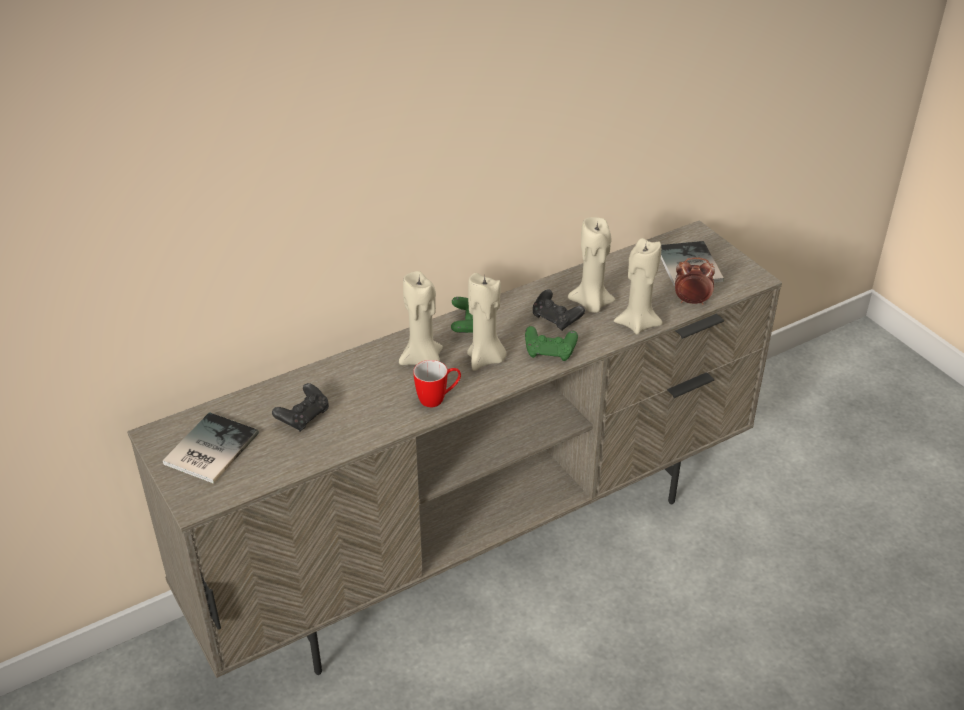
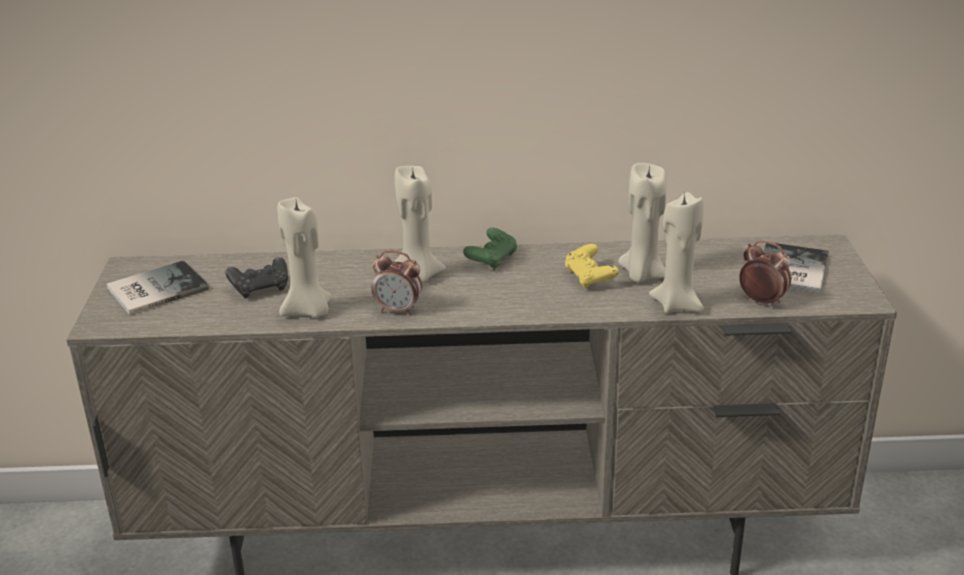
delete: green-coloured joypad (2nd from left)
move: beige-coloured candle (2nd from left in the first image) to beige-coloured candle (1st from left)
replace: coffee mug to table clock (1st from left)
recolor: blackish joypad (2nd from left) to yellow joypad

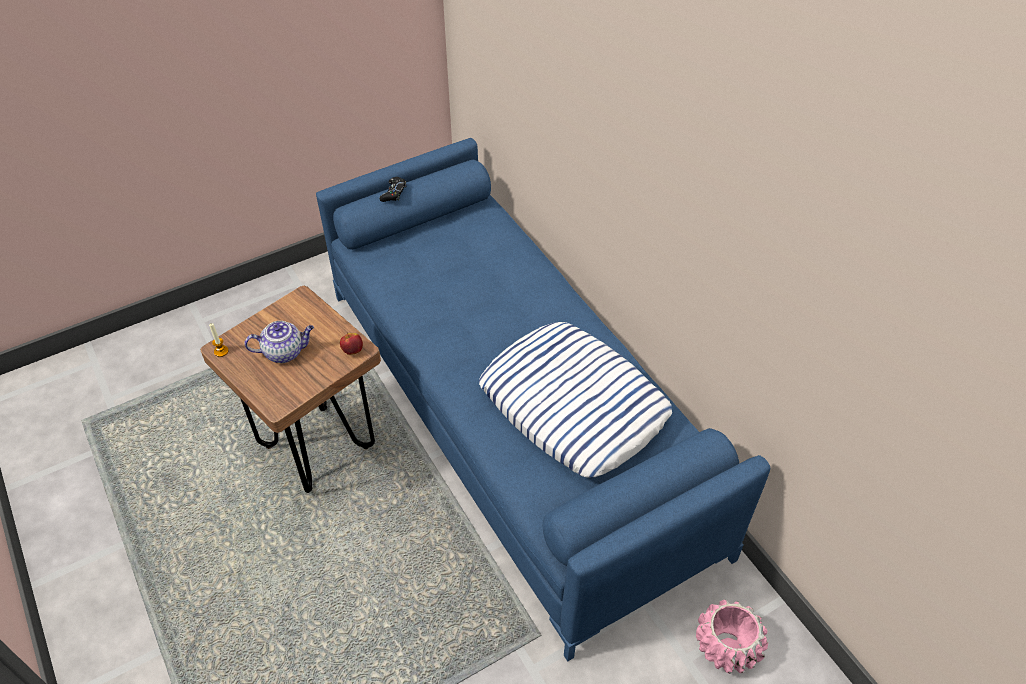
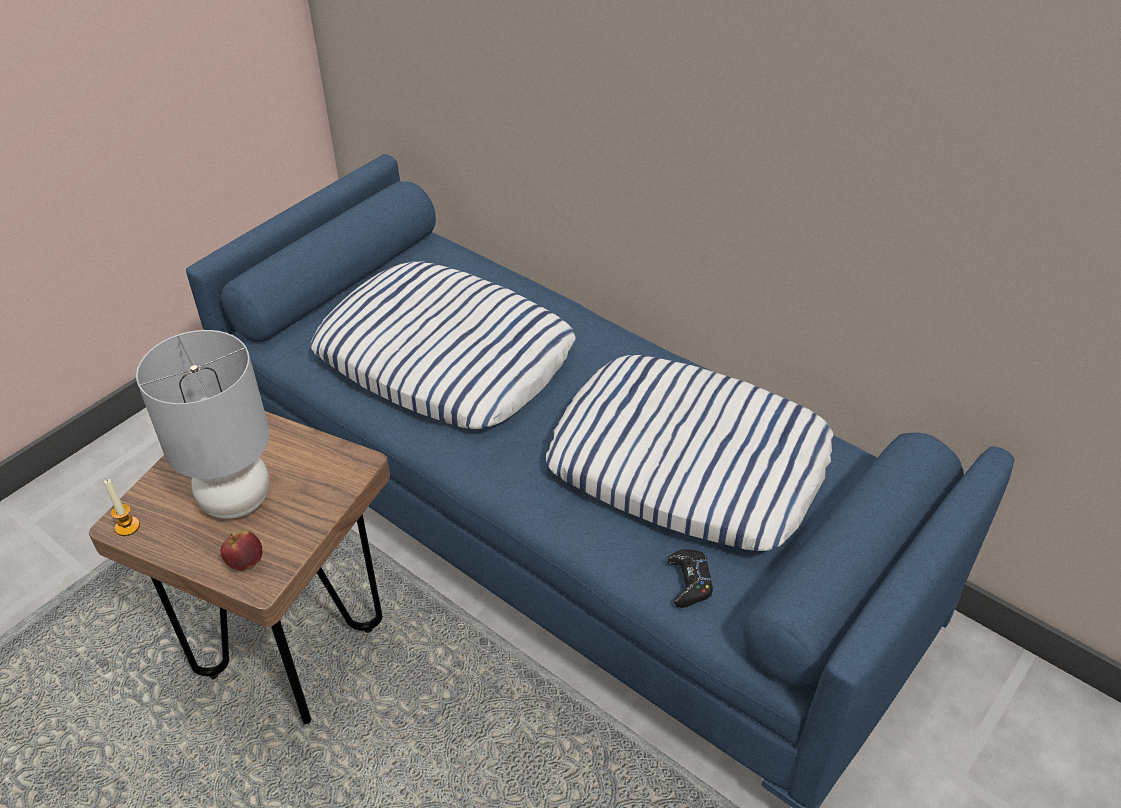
delete: pink-coloured planter
insert: cushion (1st from left)
move: blackish joypad; apple fruit
replace: pot for tea to grey lamp for a table

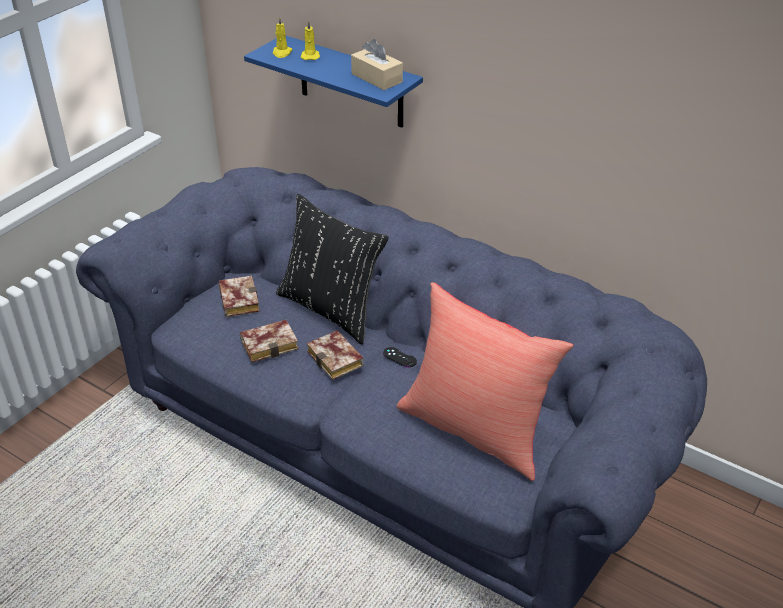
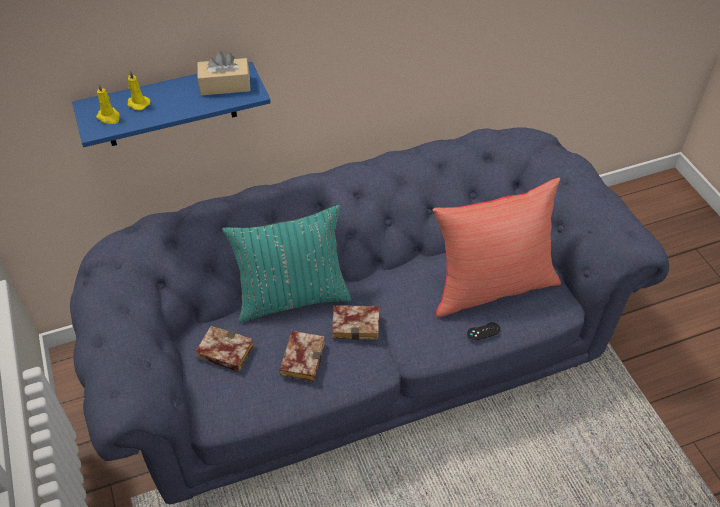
move: blackish joypad
recolor: blackish cushion to turquoise cushion

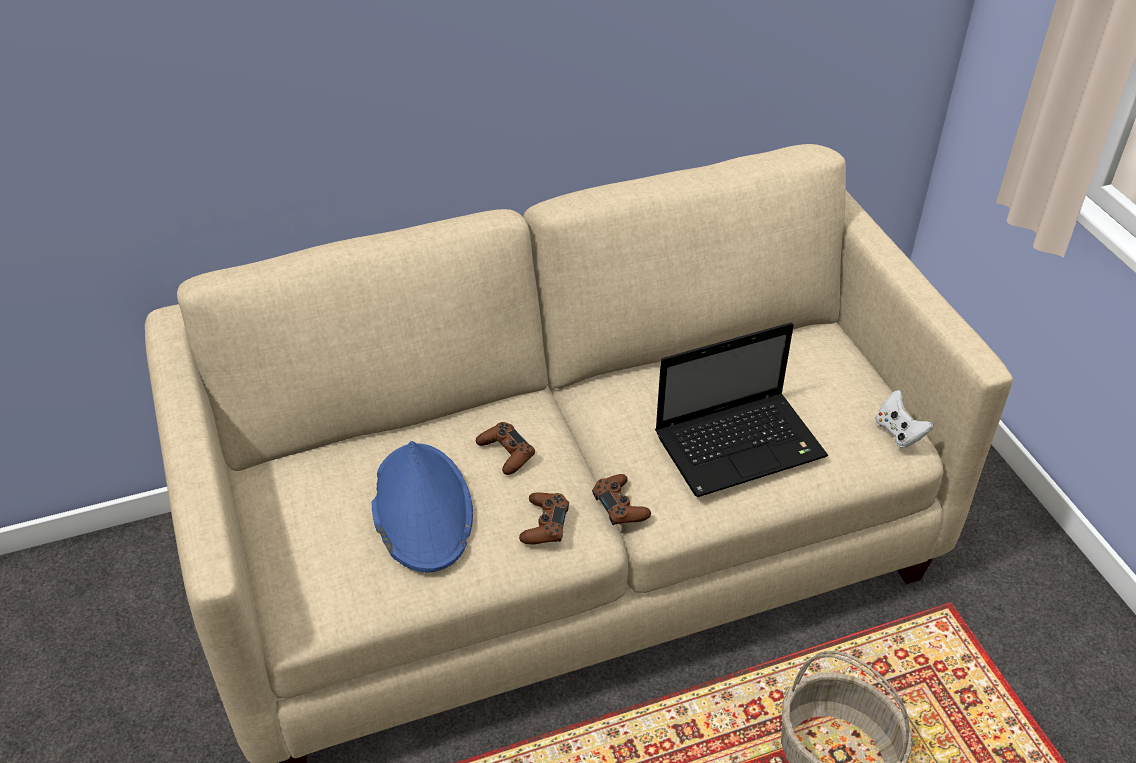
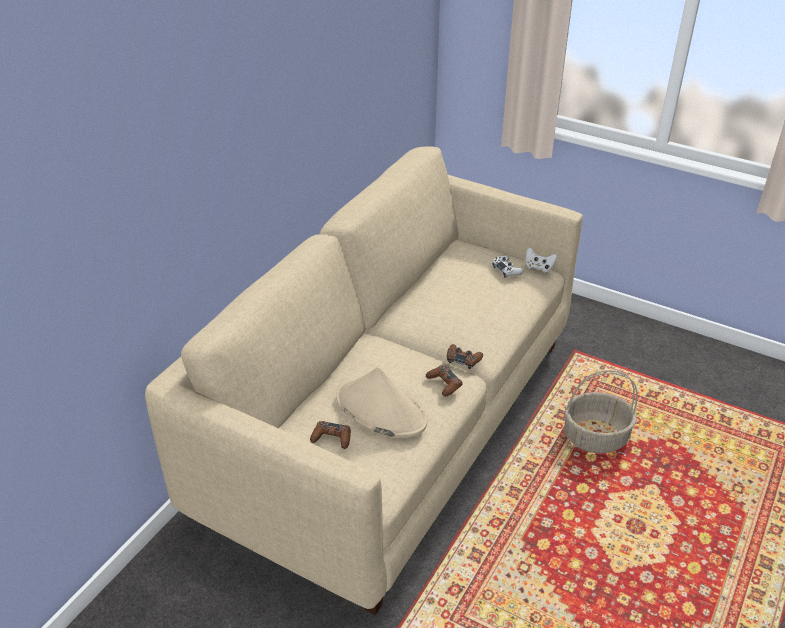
delete: notebook computer
insert: whitish joypad (1st from left)
move: brown-coloured joypad (1st from left)
recolor: bluish hat to beige-coloured hat

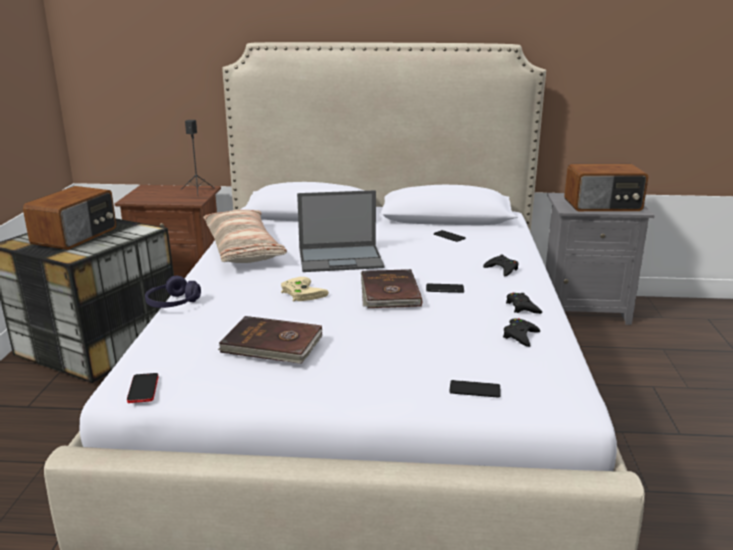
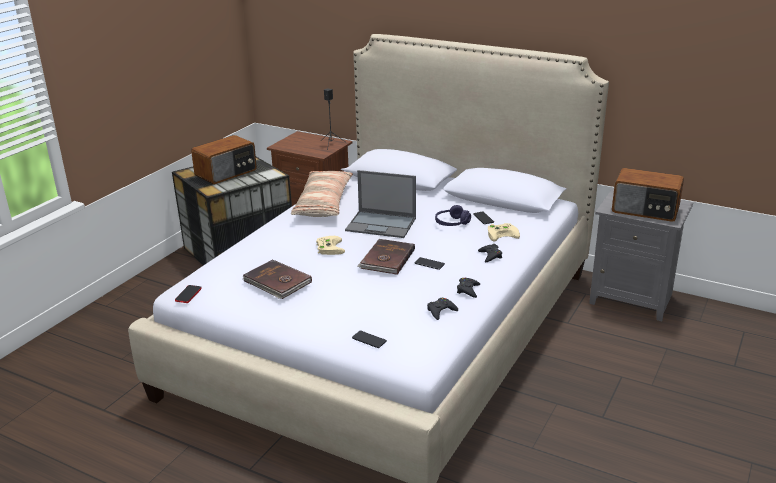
insert: beige-coloured joypad (2nd from left)
move: purple-coloured pair of headphones

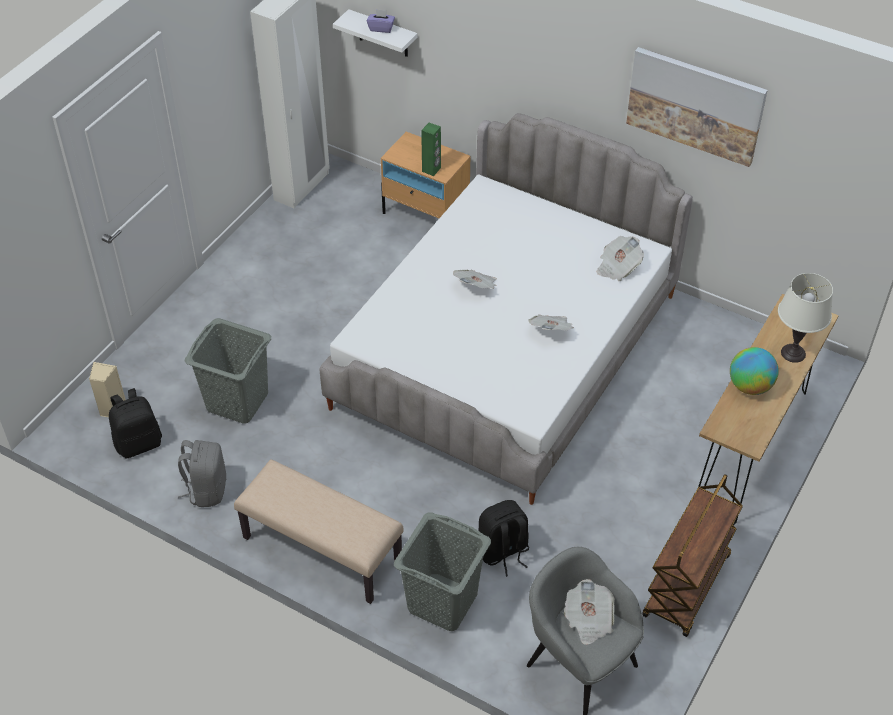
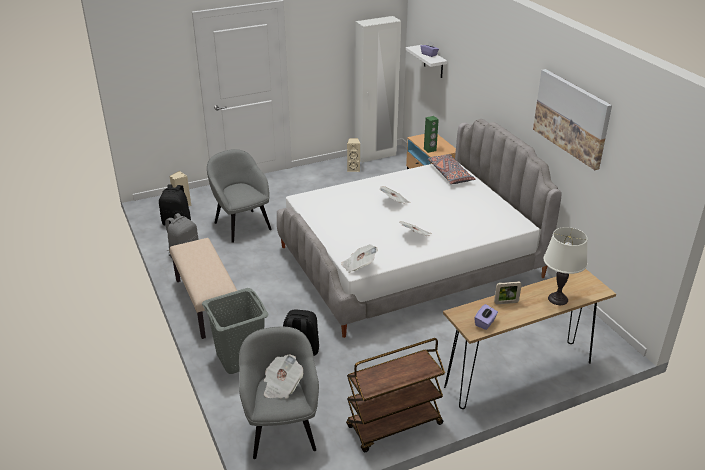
insert: beige-coloured speaker (2nd from left); grey cushion; purple-coloured box of tissues (2nd from left)
move: printed paper (4th from left in the first image) to printed paper (2nd from left)
replace: grey hamper (1st from left) to grey lounge chair (1st from left); world globe to picture frame

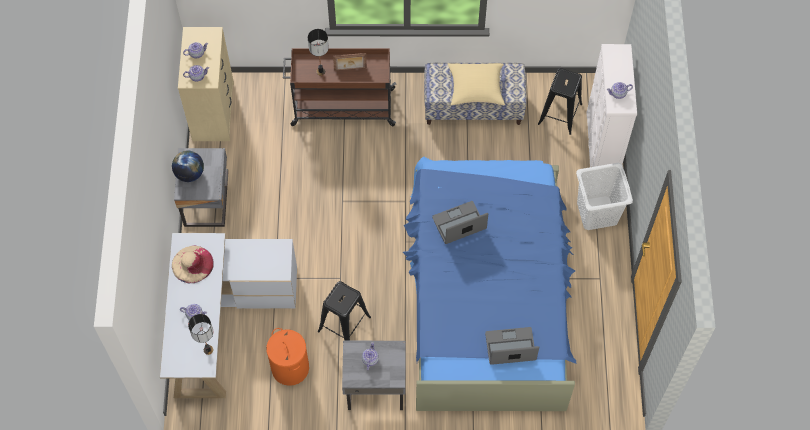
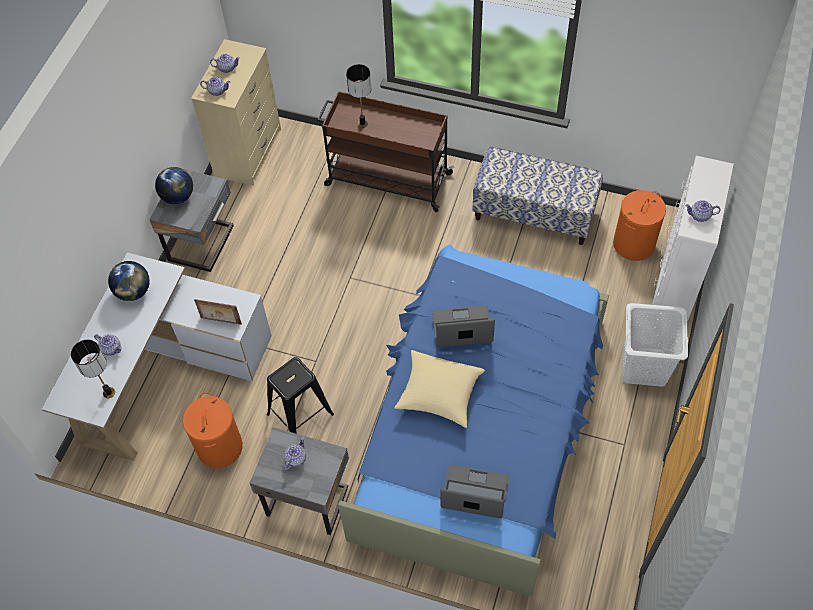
move: picture frame; beige-coloured cushion
replace: blackish sitting stool (2nd from left) to orangey hamper (2nd from left); beige-coloured hat to world globe (1st from left)

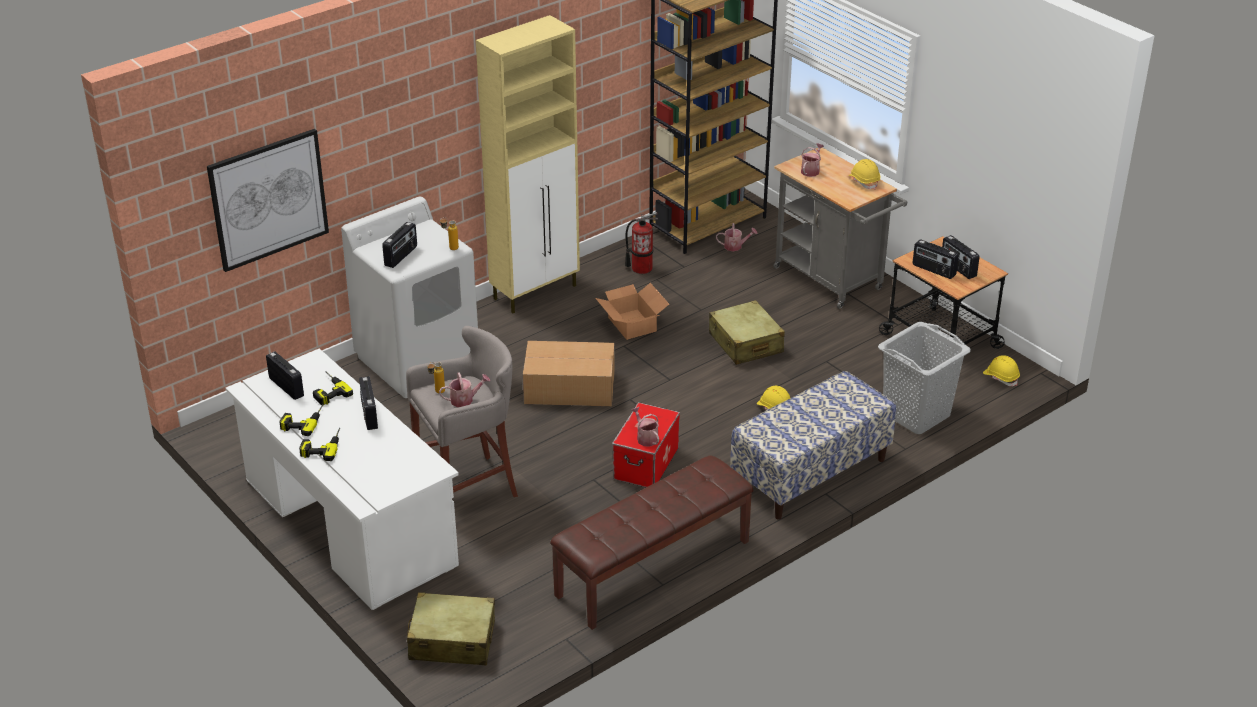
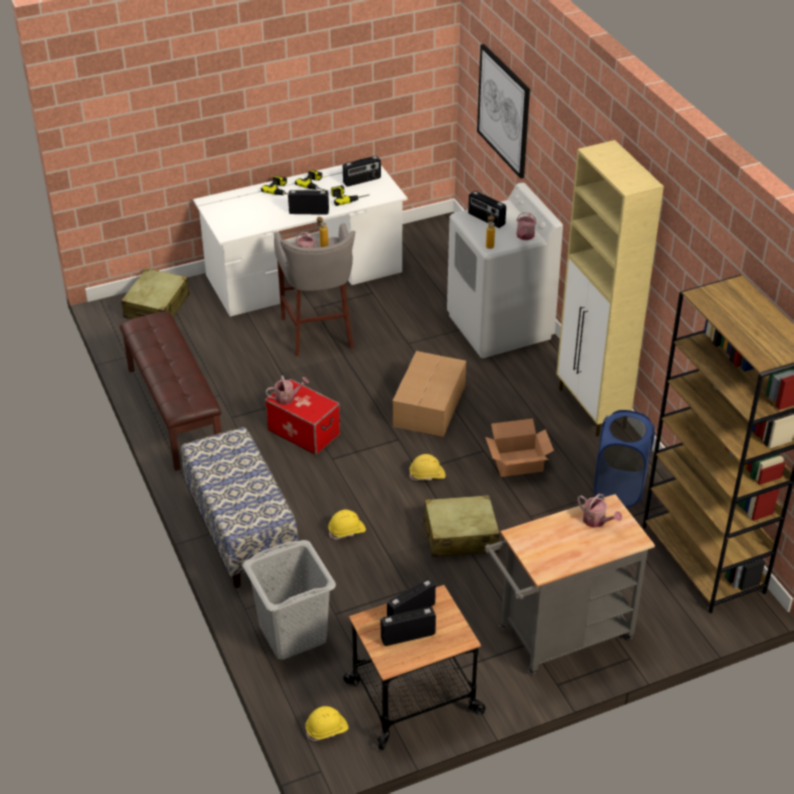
move: yellow work helmet (2nd from left in the first image) to yellow work helmet (3rd from left); watering pot (3rd from left)
replace: fire-fighting cylinder to bluish hamper

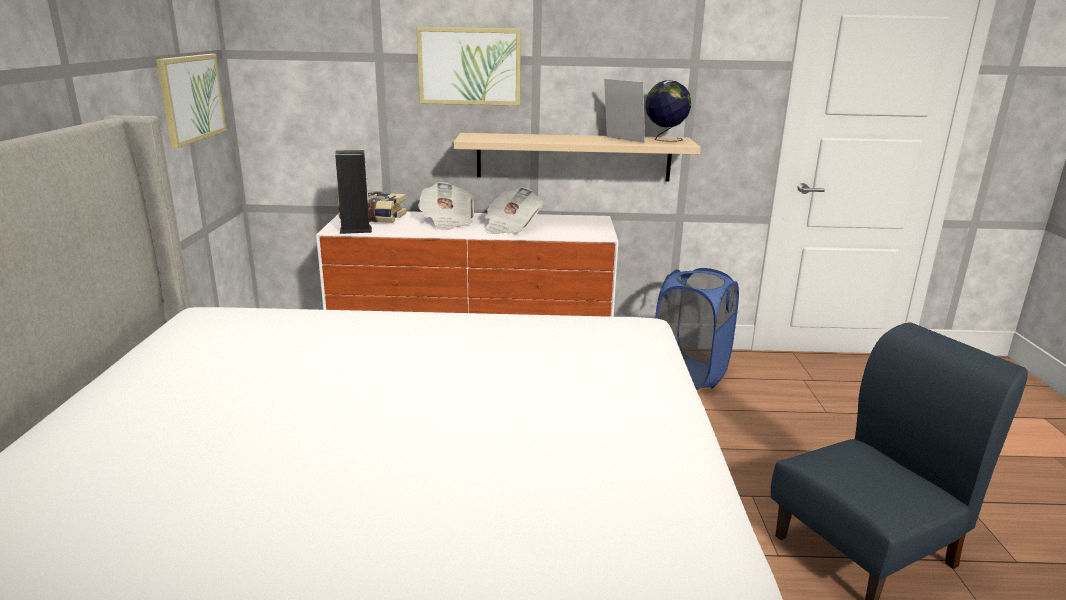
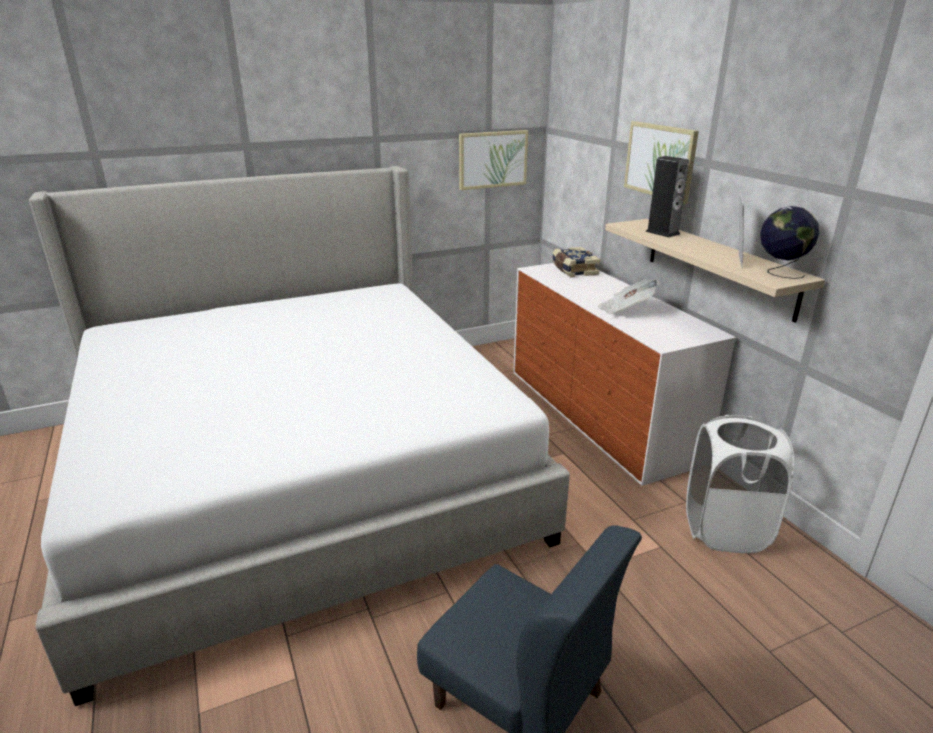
delete: printed paper (1st from left)
move: speaker
recolor: bluish hamper to whitish hamper

